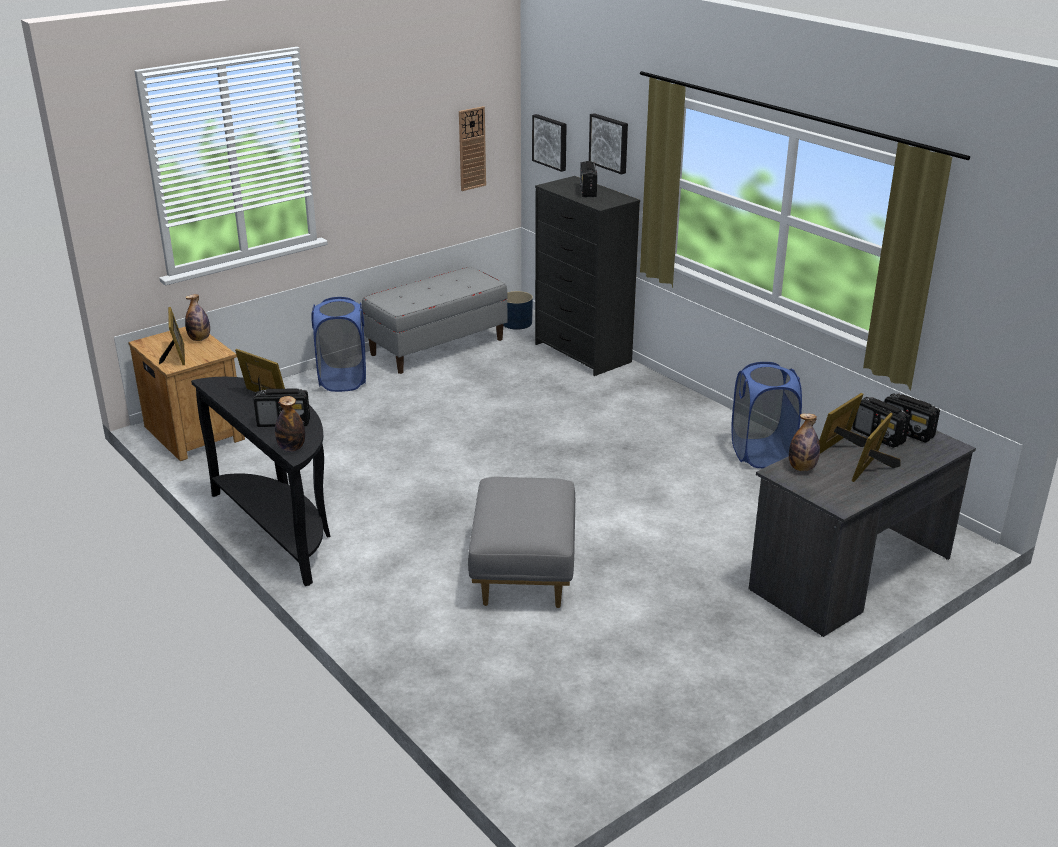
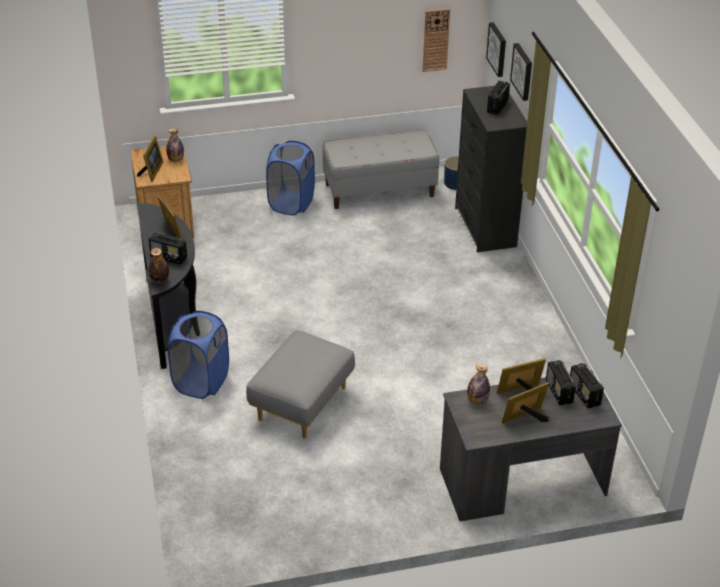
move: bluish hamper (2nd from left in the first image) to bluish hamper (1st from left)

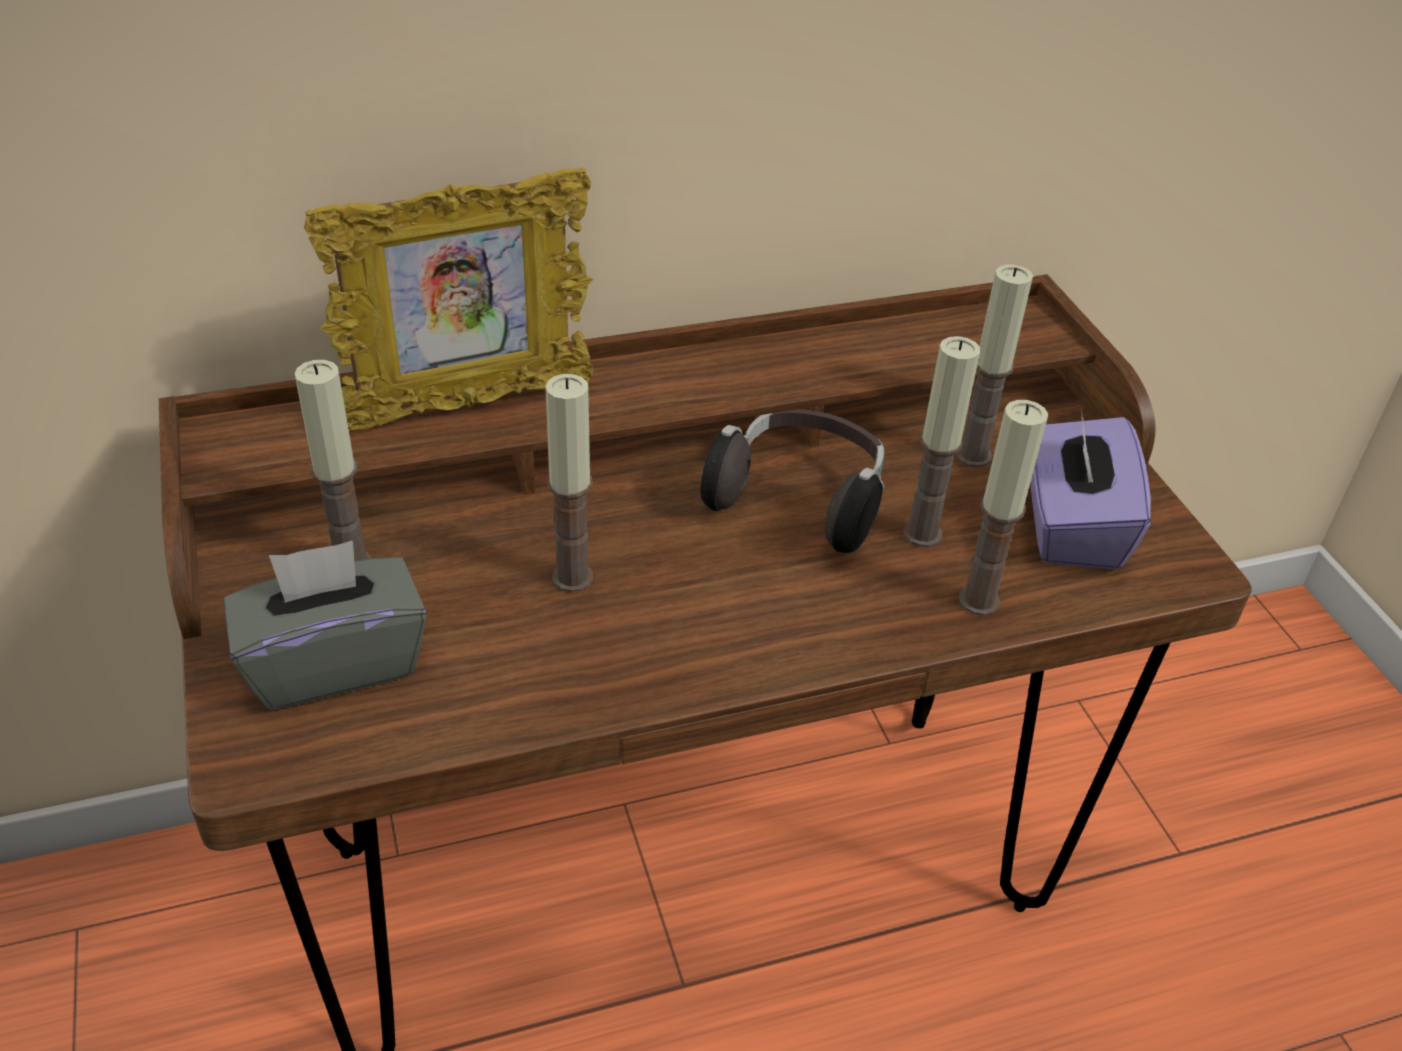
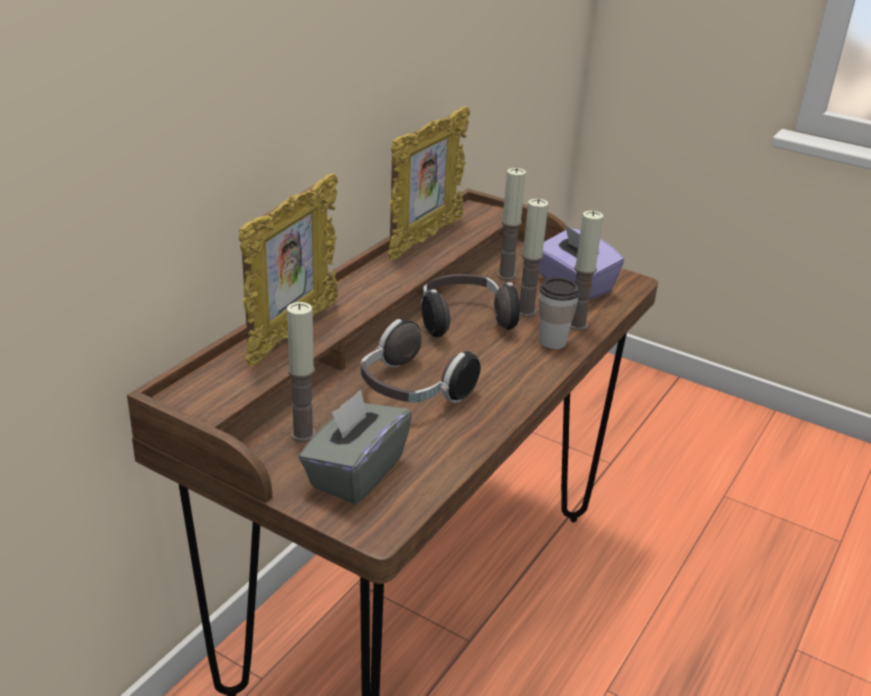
insert: picture frame (2nd from left); drinking cup
replace: candle (2nd from left) to pair of headphones (1st from left)

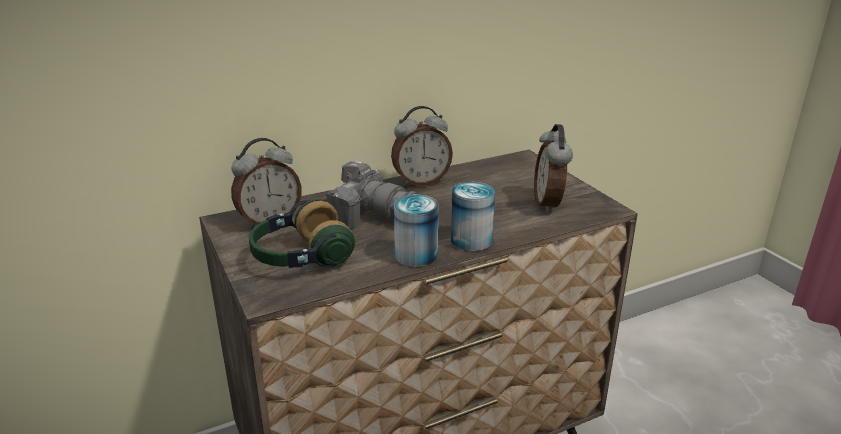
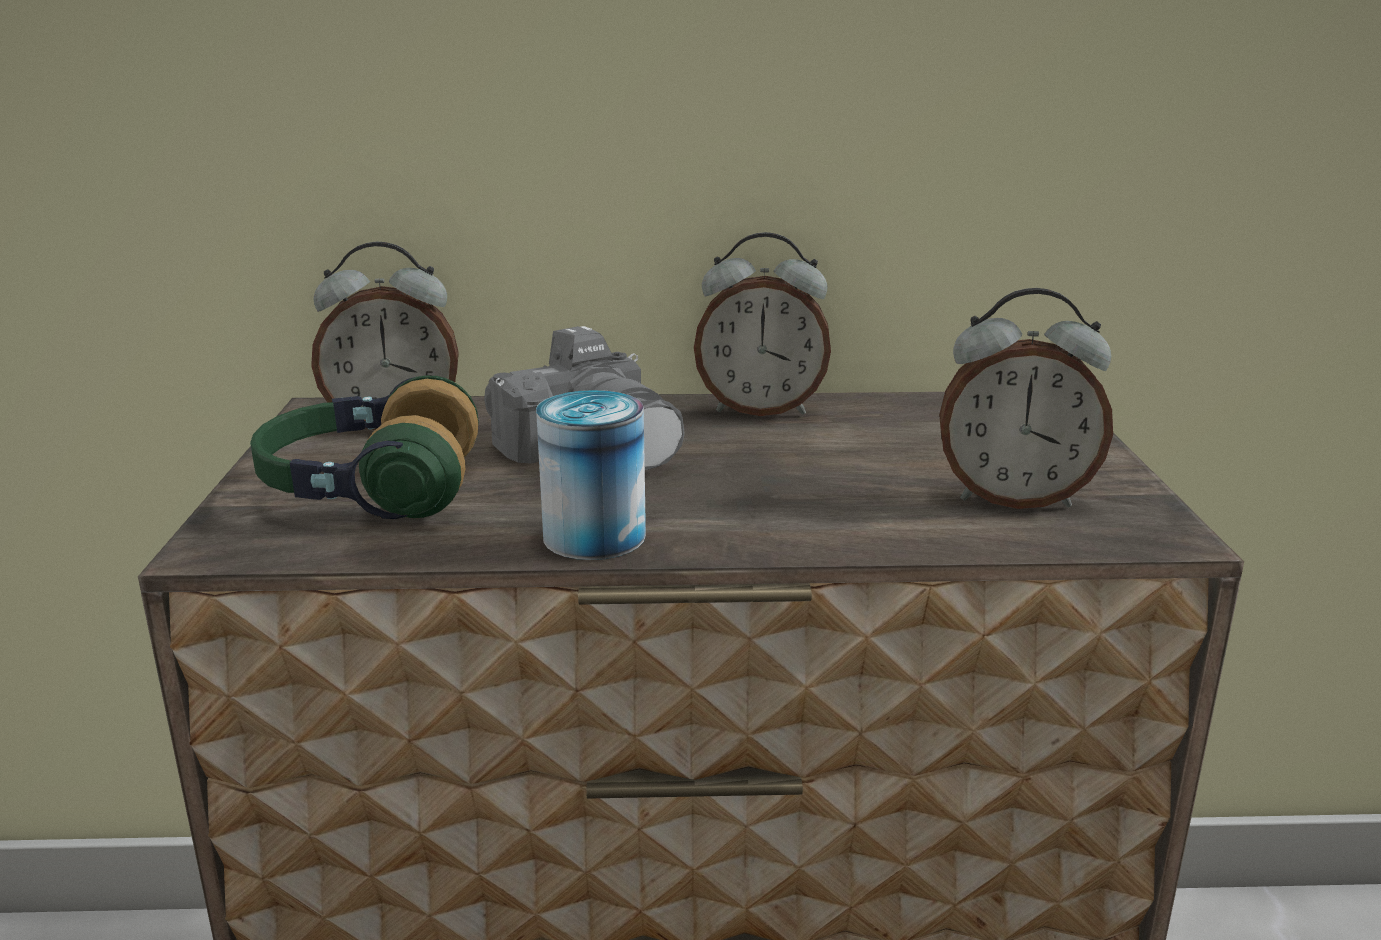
delete: can (2nd from left)
rotate: table clock (3rd from left) 105 degrees counterclockwise

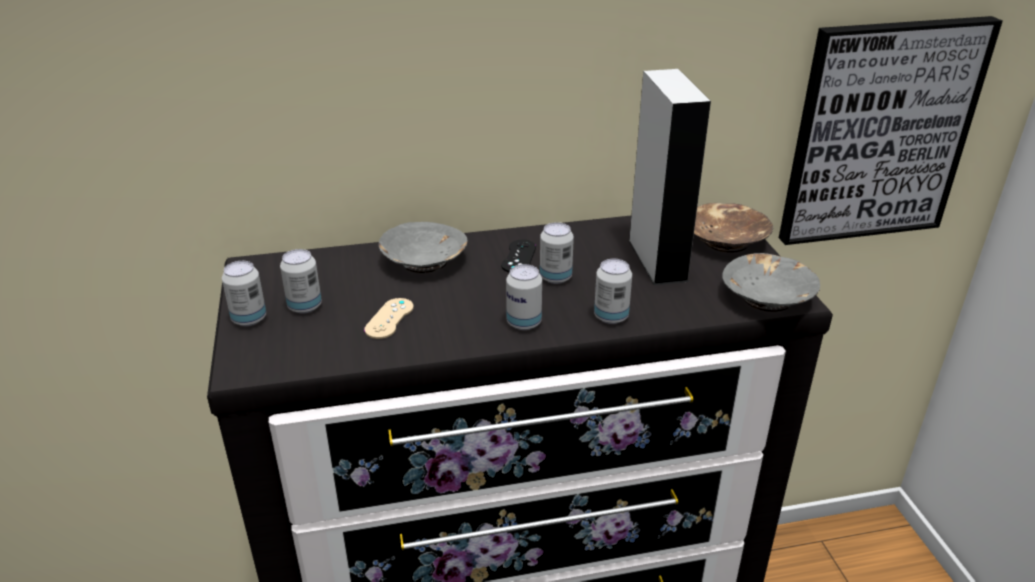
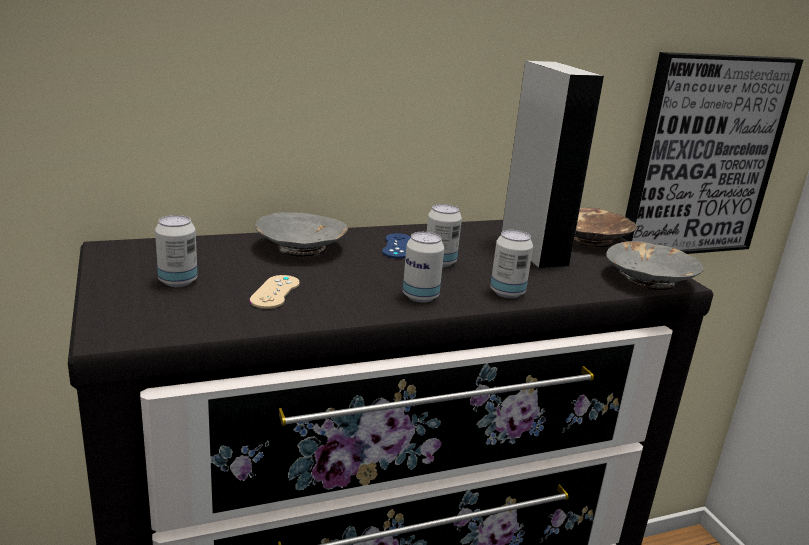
delete: can (1st from left)
recolor: blackish joypad to bluish joypad

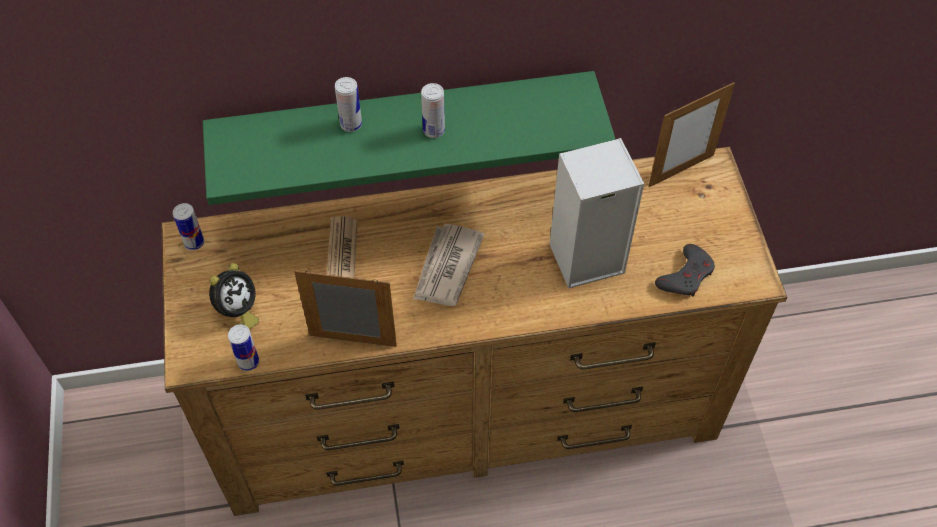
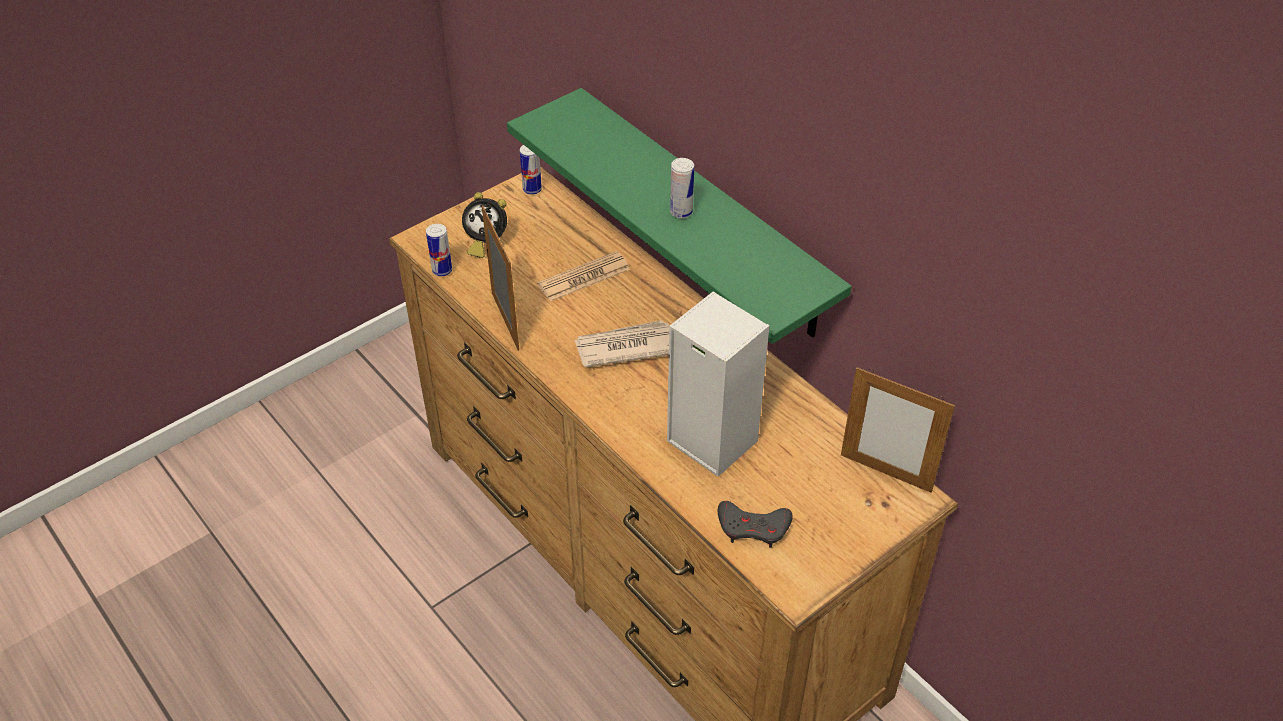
delete: can (3rd from left)

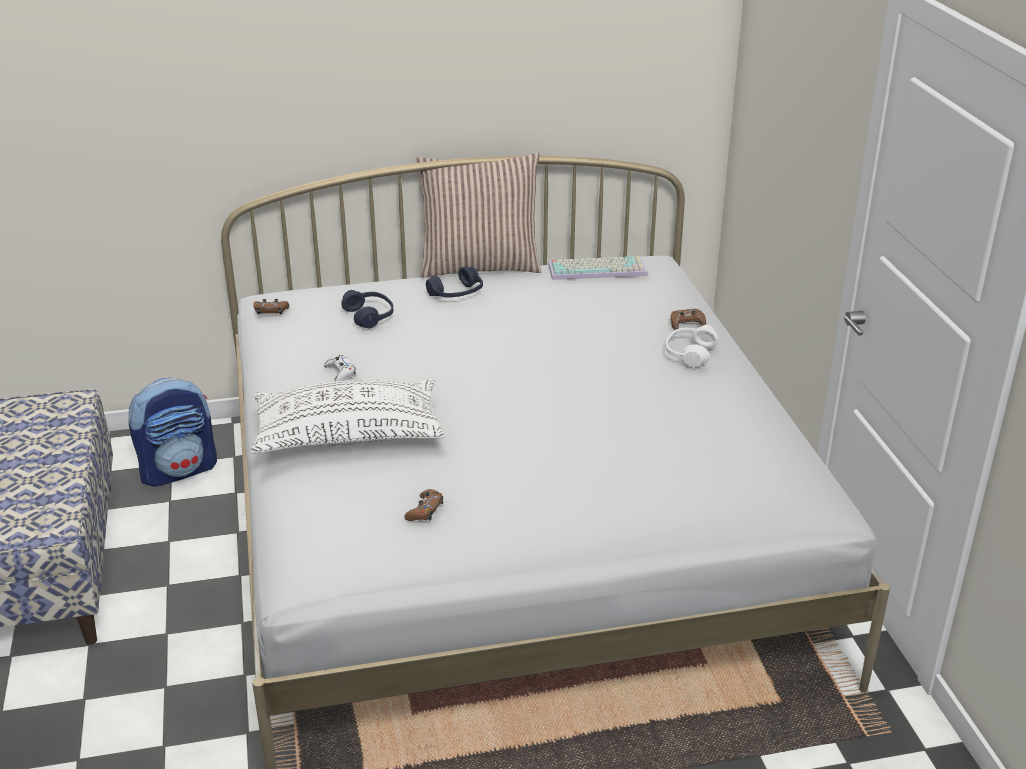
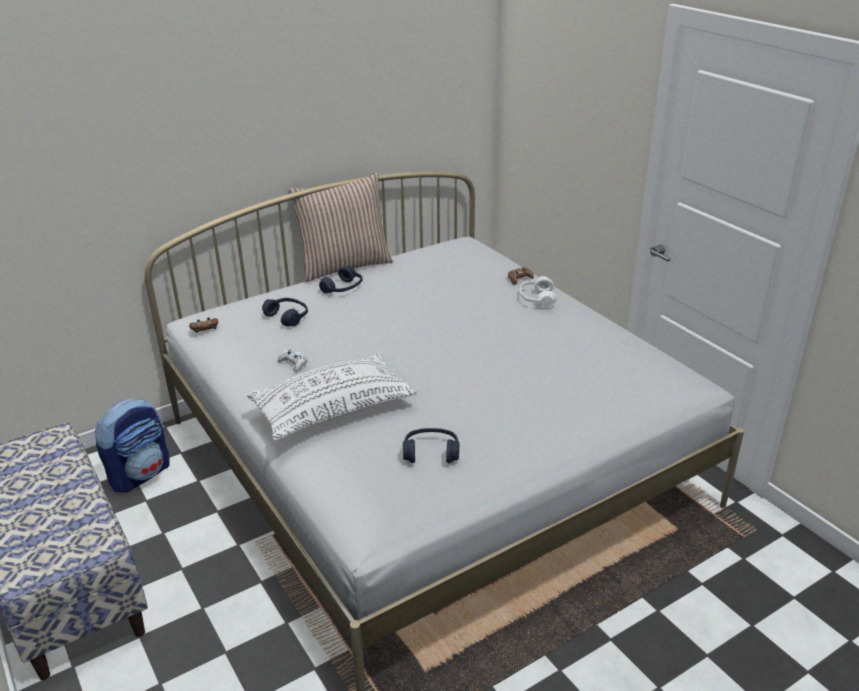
delete: keyboard
replace: brown-coloured joypad (2nd from left) to bluish pair of headphones (3rd from left)

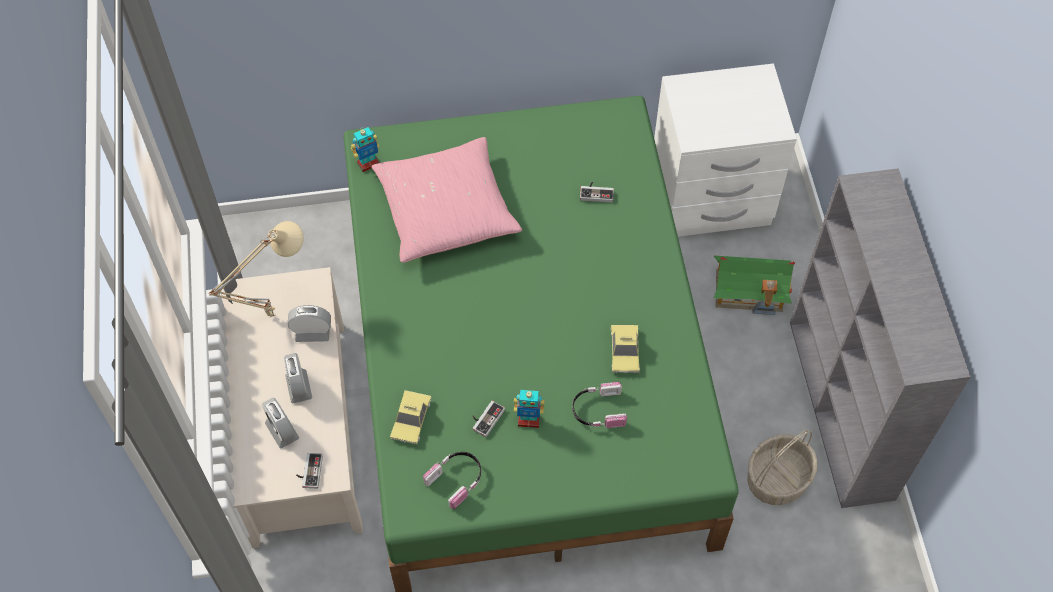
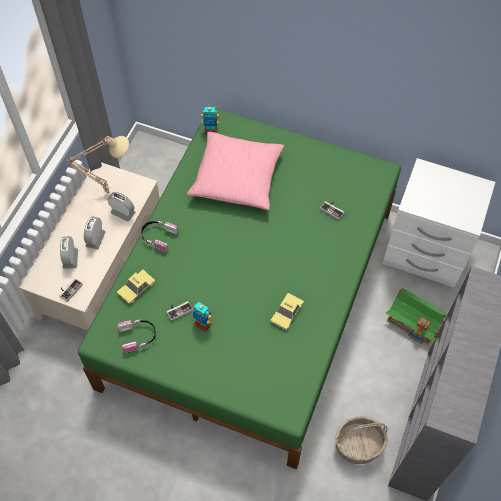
move: pair of headphones (2nd from left)

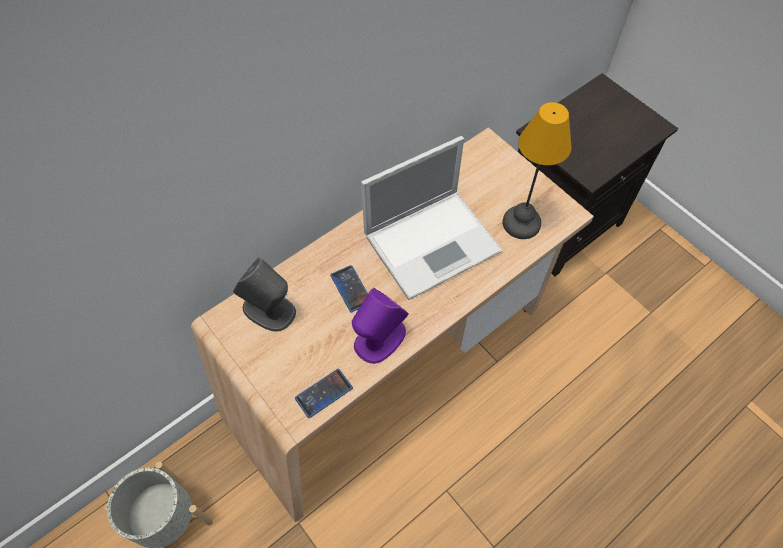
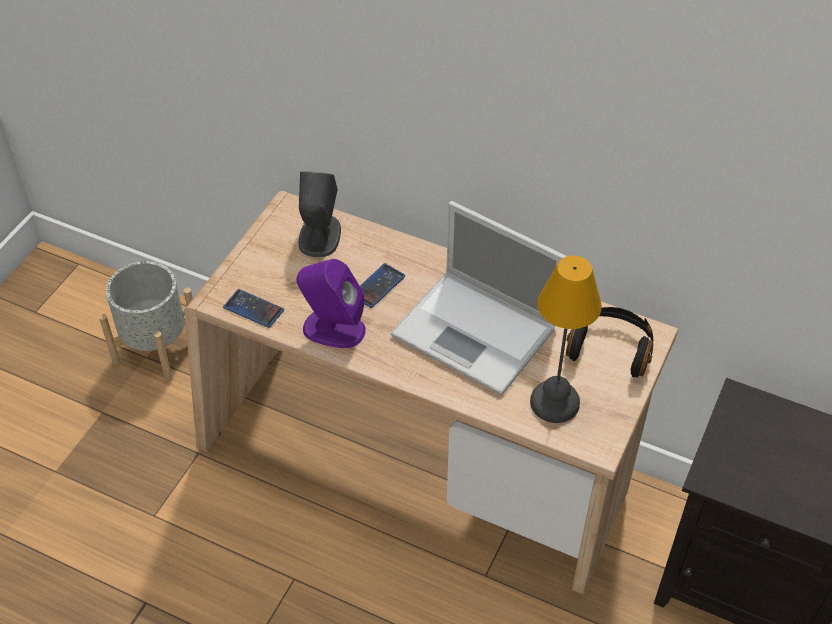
insert: blackish pair of headphones

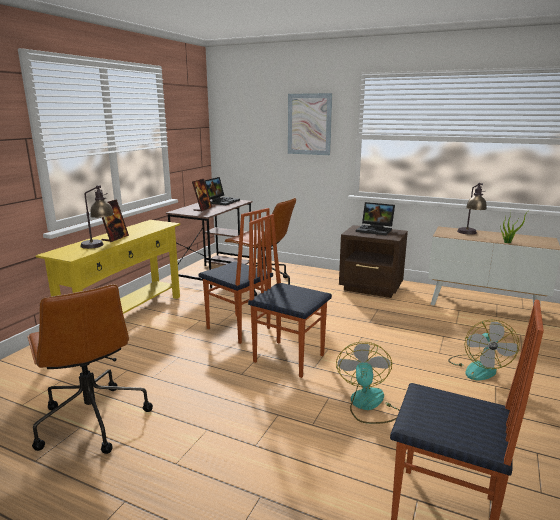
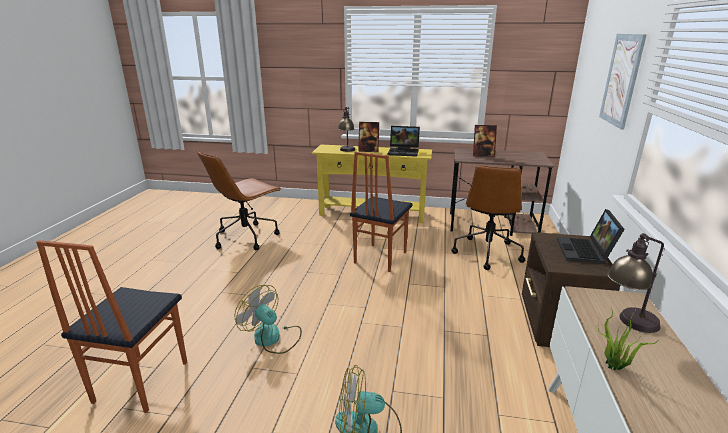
delete: chair (2nd from left)
move: notebook computer (1st from left)
rotate: electric fan (1st from left) 135 degrees counterclockwise

